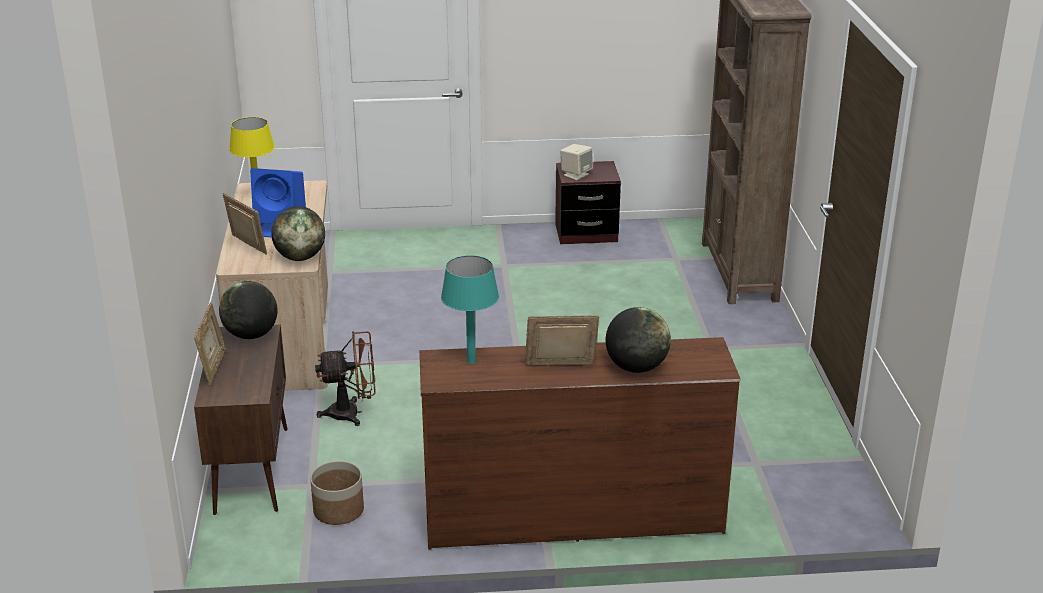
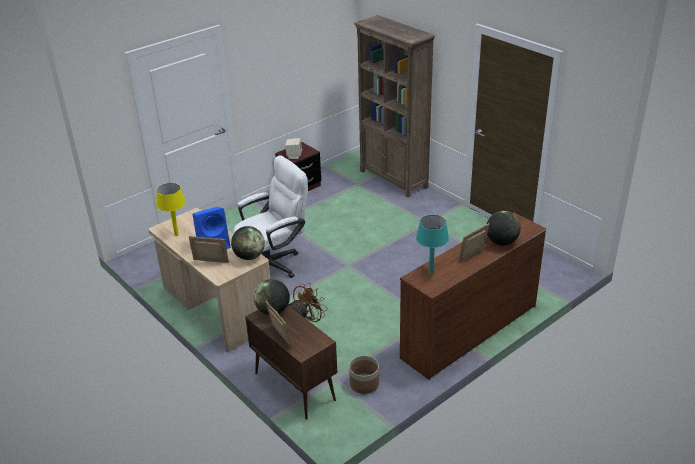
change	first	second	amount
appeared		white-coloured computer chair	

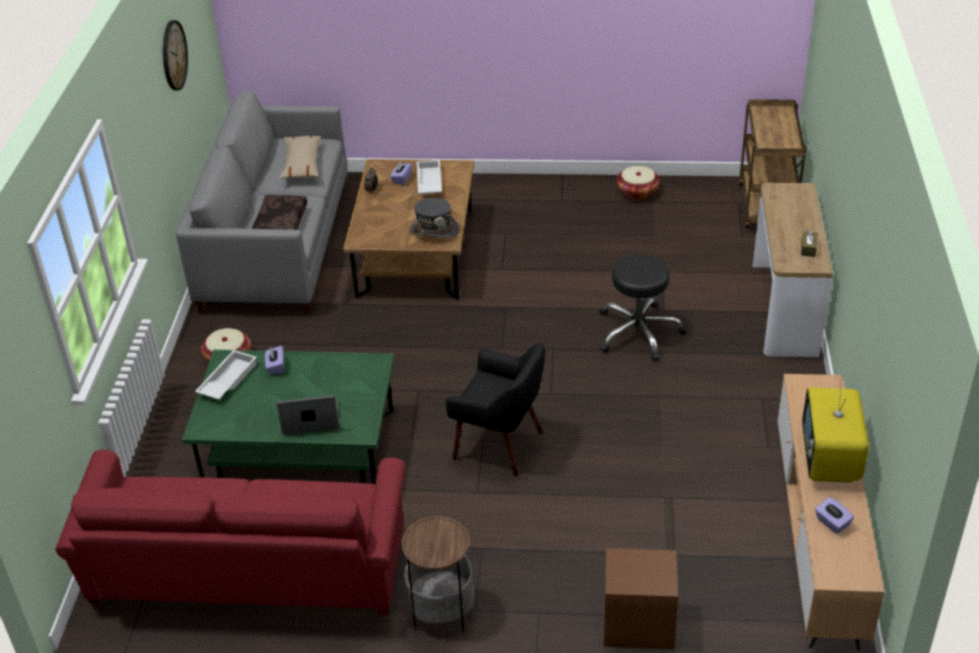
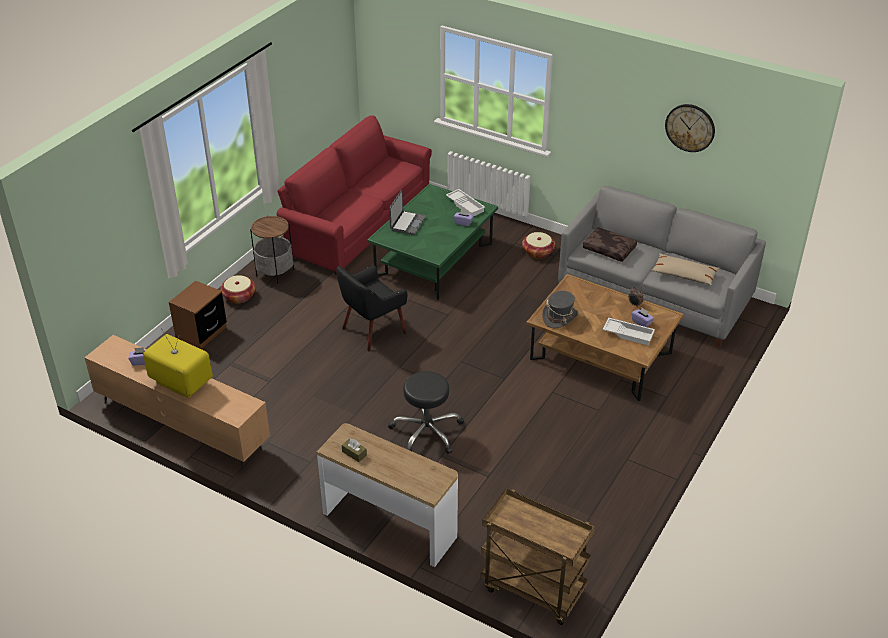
change	first	second	amount
relocated	storage basket (no. 2 from left in the first image)	storage basket (no. 1 from left)	

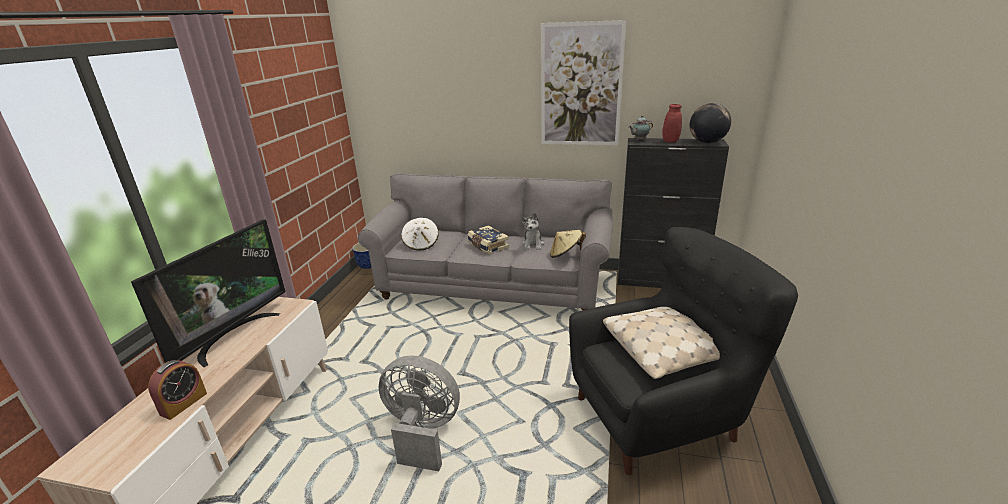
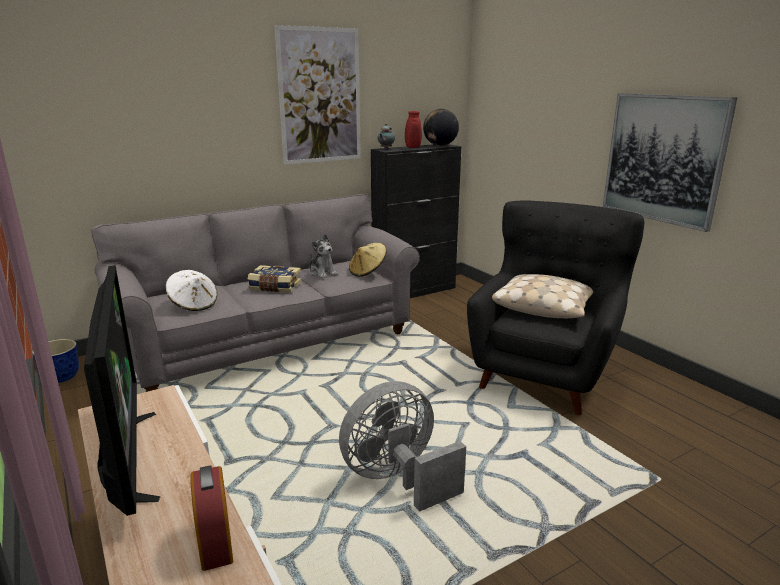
change	first	second	amount
appeared		wall art (no. 2 from left)	

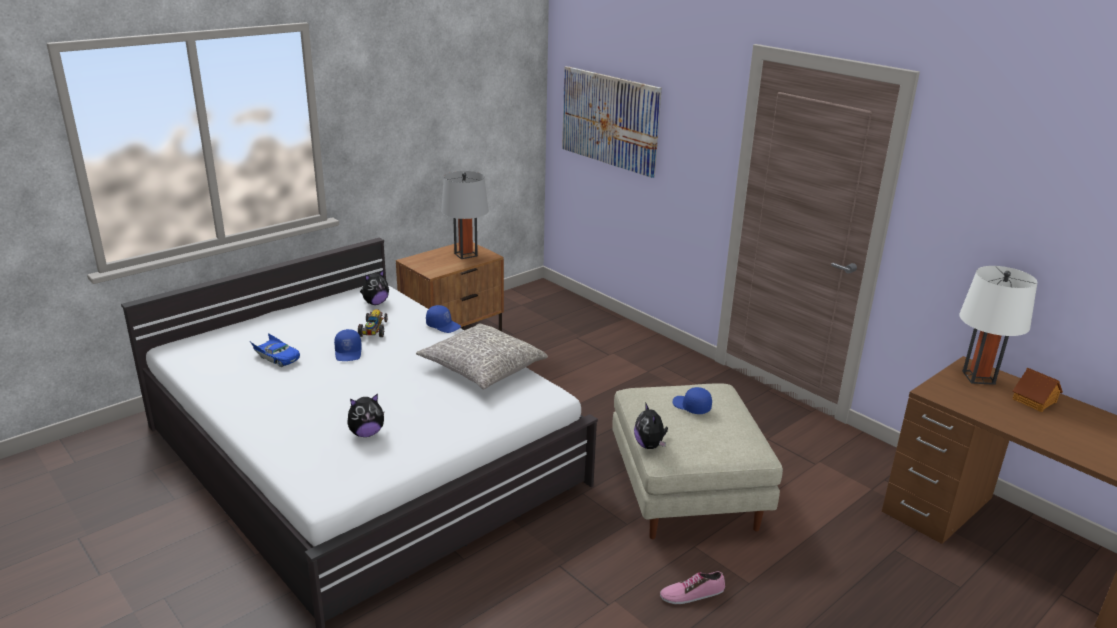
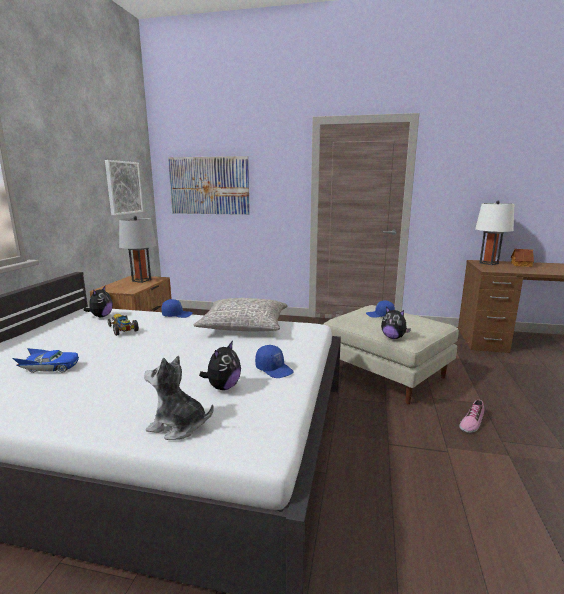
change	first	second	amount
appeared		wall art (no. 1 from left)	
appeared		plush toy (no. 2 from left)	
relocated	blue-coloured cap (no. 1 from left in the first image)	blue-coloured cap (no. 2 from left)	

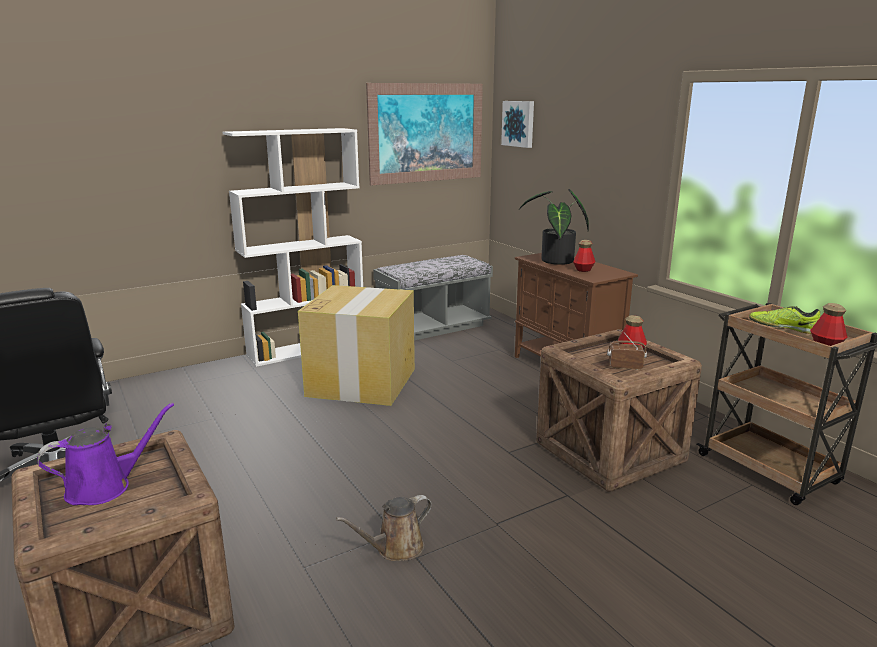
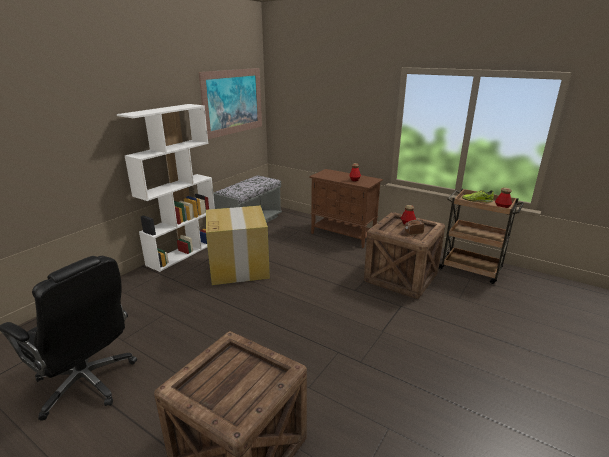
change	first	second	amount
missing	purple sprinkling can		
missing	brown sprinkling can		
missing	wall art (no. 2 from left)		
missing	potted plant		

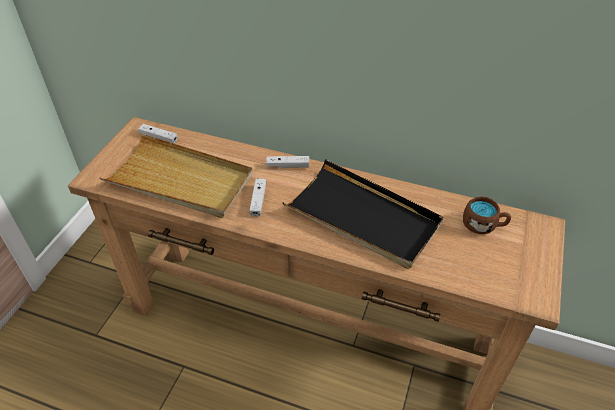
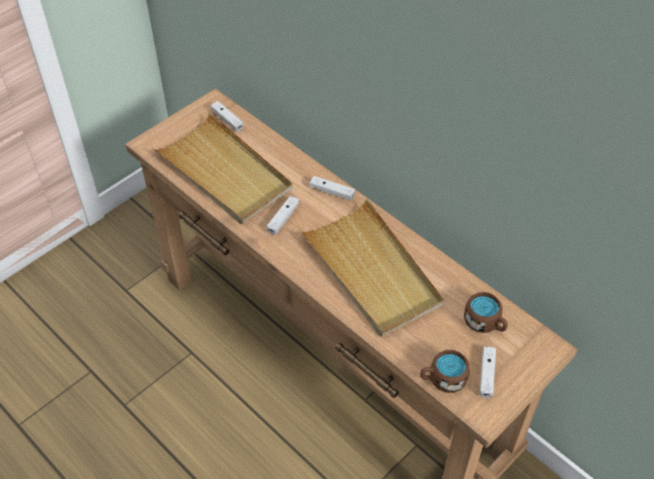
change	first	second	amount
colour	black-coloured tray	beige tray (no. 2 from left)	
appeared		brown mug (no. 1 from left)	
appeared		white-coloured gamepad (no. 4 from left)	

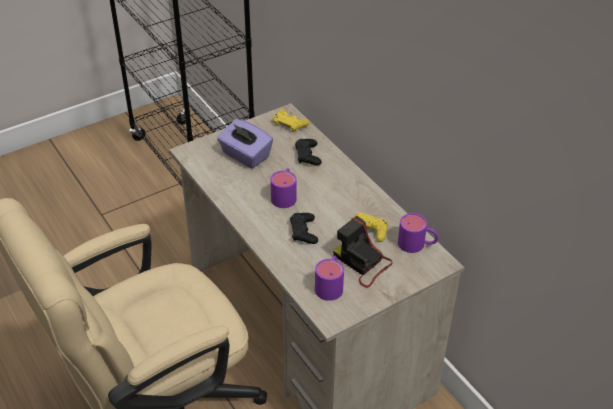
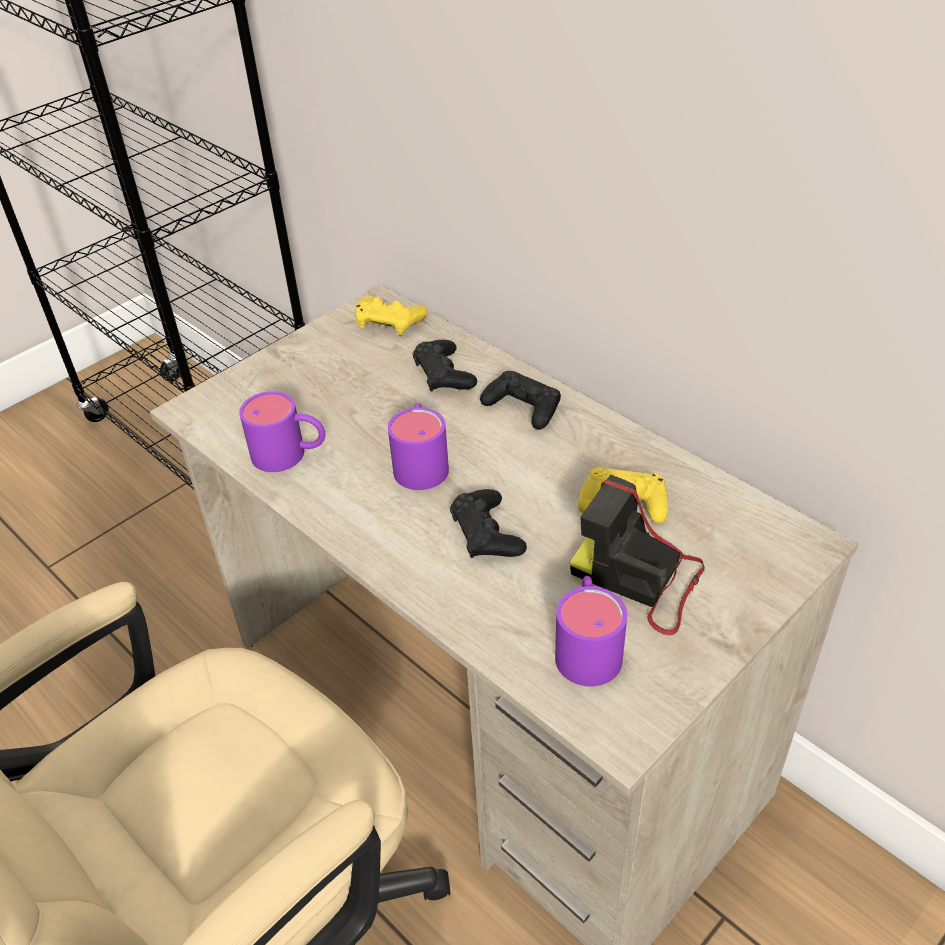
change	first	second	amount
relocated	purple mug (no. 3 from left in the first image)	purple mug (no. 1 from left)	
appeared		black-coloured gamepad (no. 3 from left)	
missing	purple tissue holder		

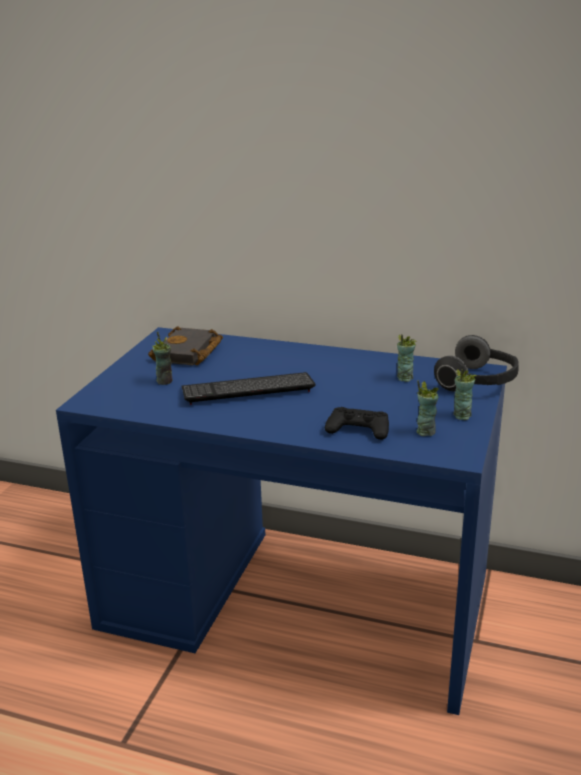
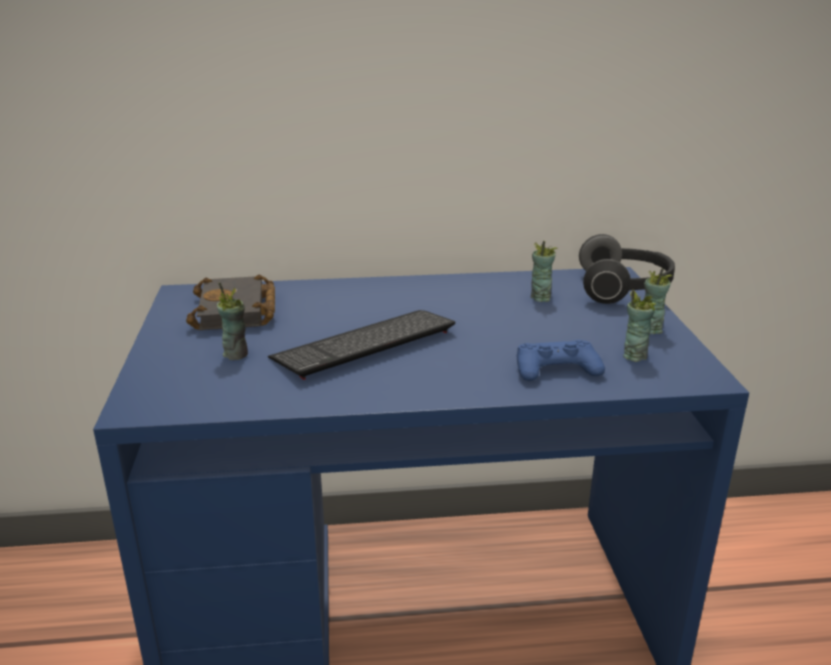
change	first	second	amount
colour	black-coloured gamepad	blue-coloured gamepad	

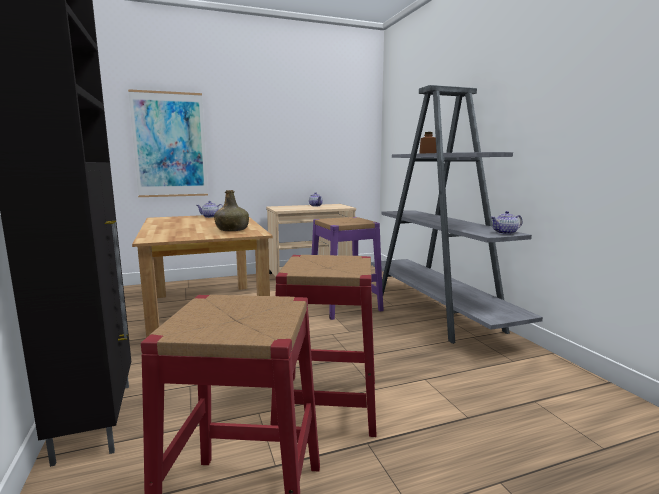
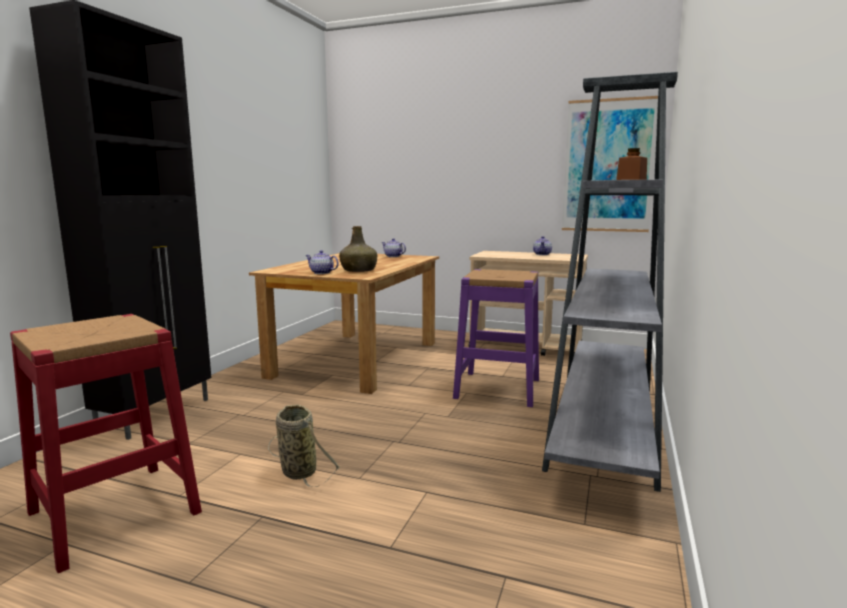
change	first	second	amount
exchanged	reddish stool (no. 2 from left)	storage basket	
relocated	tea pot (no. 3 from left in the first image)	tea pot (no. 1 from left)	
relocated	wall art		

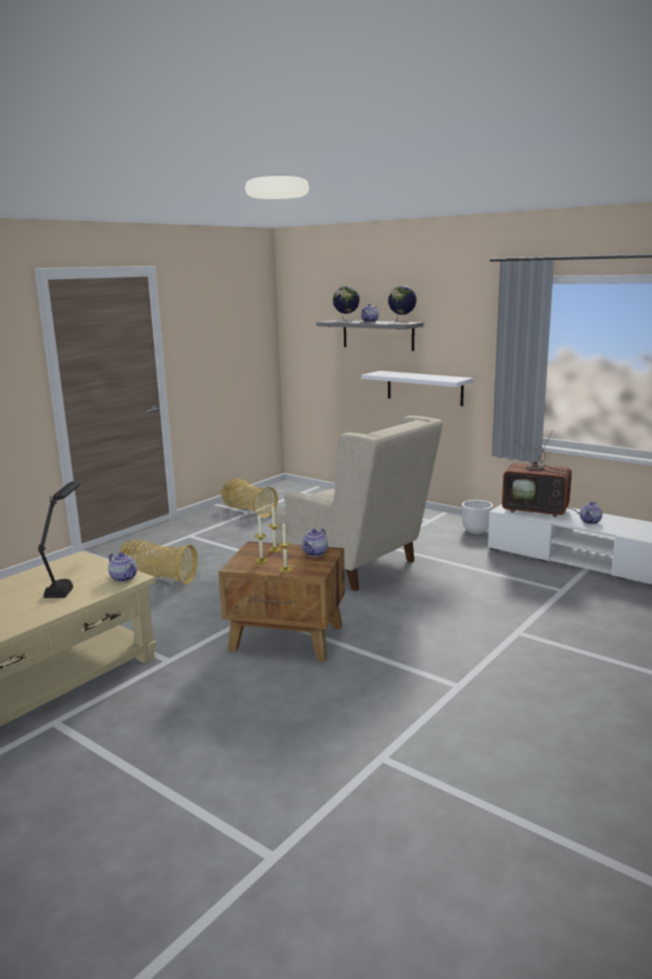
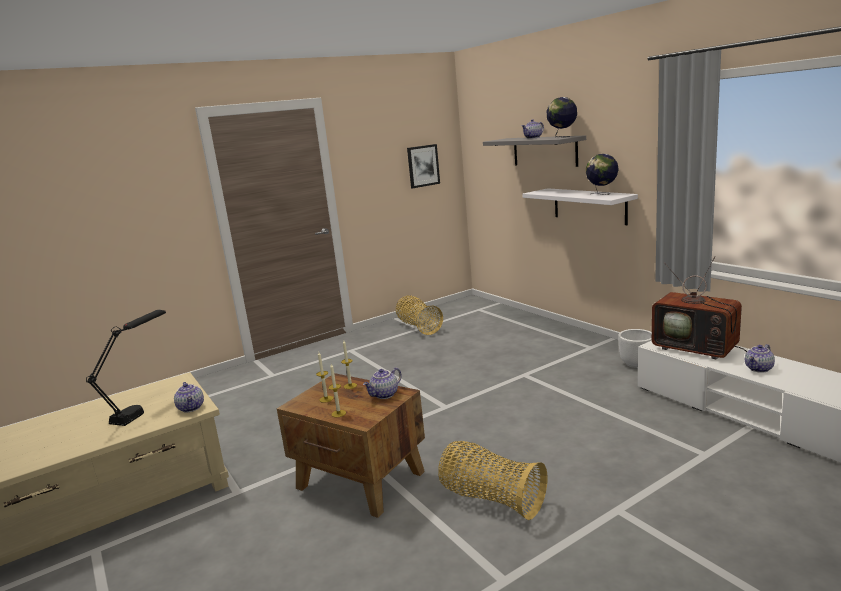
change	first	second	amount
appeared		wall art	
relocated	storage basket (no. 1 from left in the first image)	storage basket (no. 2 from left)	
relocated	world globe (no. 1 from left in the first image)	world globe (no. 2 from left)	
missing	beige easy chair		

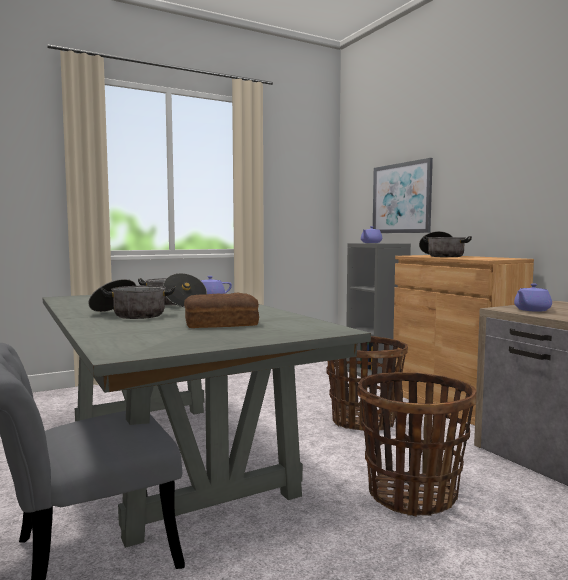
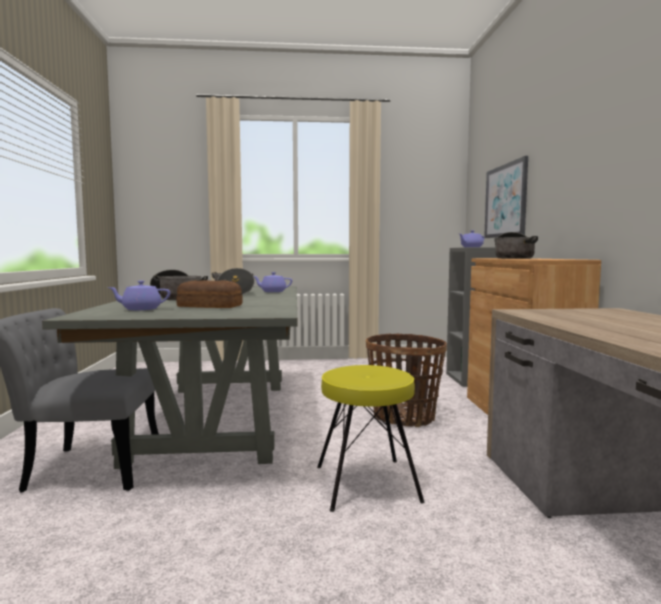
change	first	second	amount
relocated	purple tea pot (no. 3 from left in the first image)	purple tea pot (no. 1 from left)	
exchanged	storage basket (no. 2 from left)	yellow-coloured stool	

